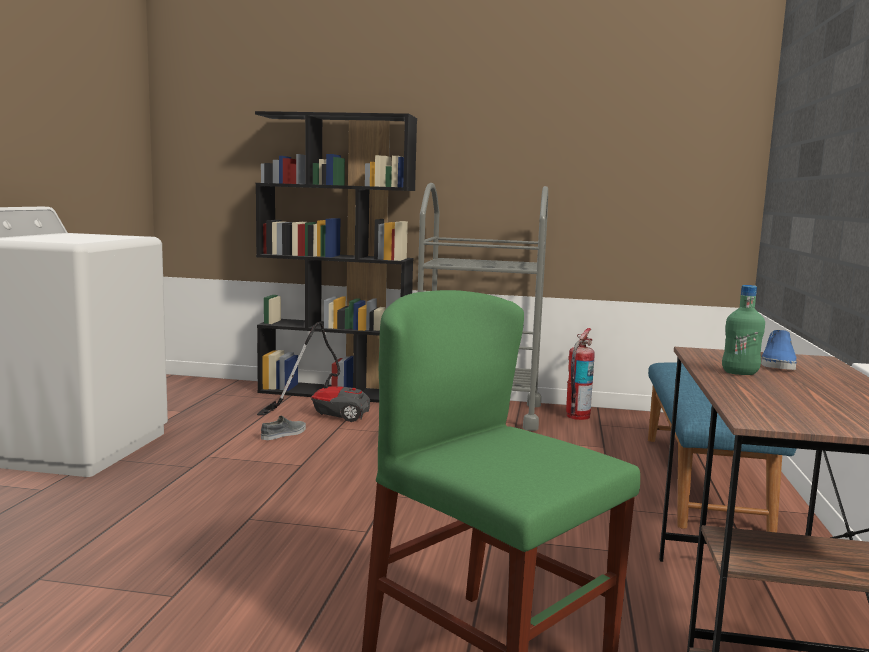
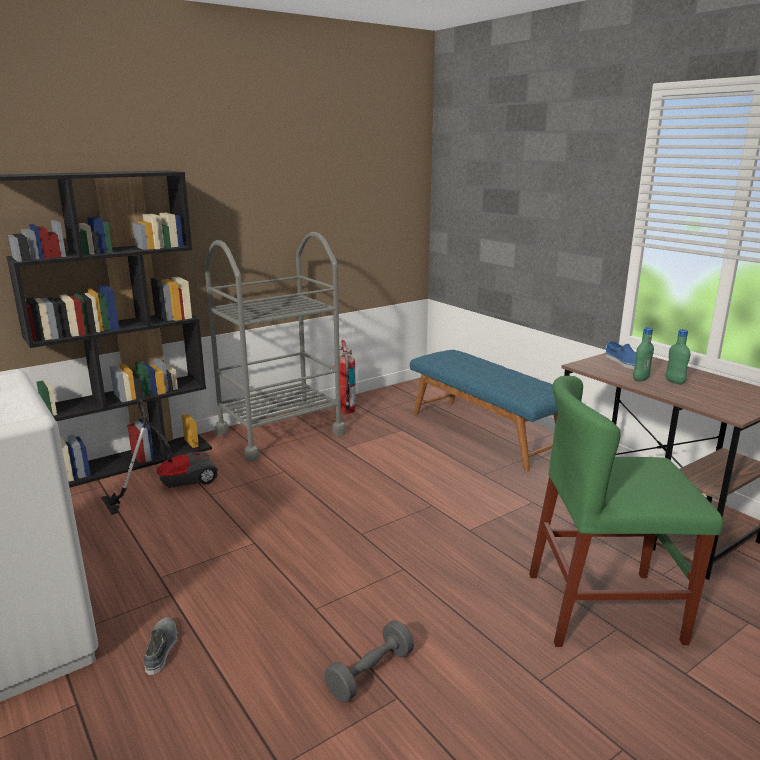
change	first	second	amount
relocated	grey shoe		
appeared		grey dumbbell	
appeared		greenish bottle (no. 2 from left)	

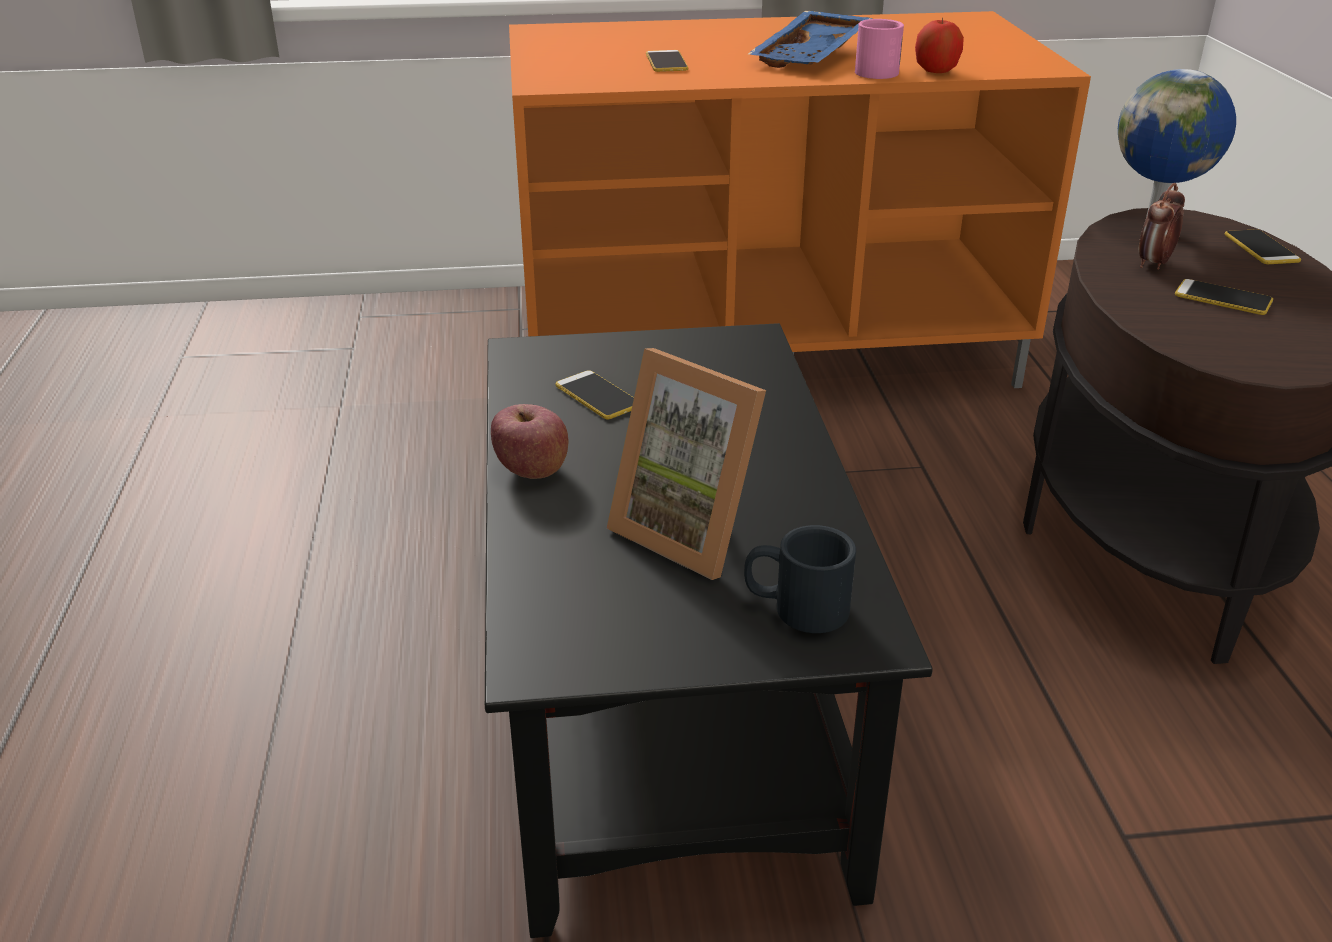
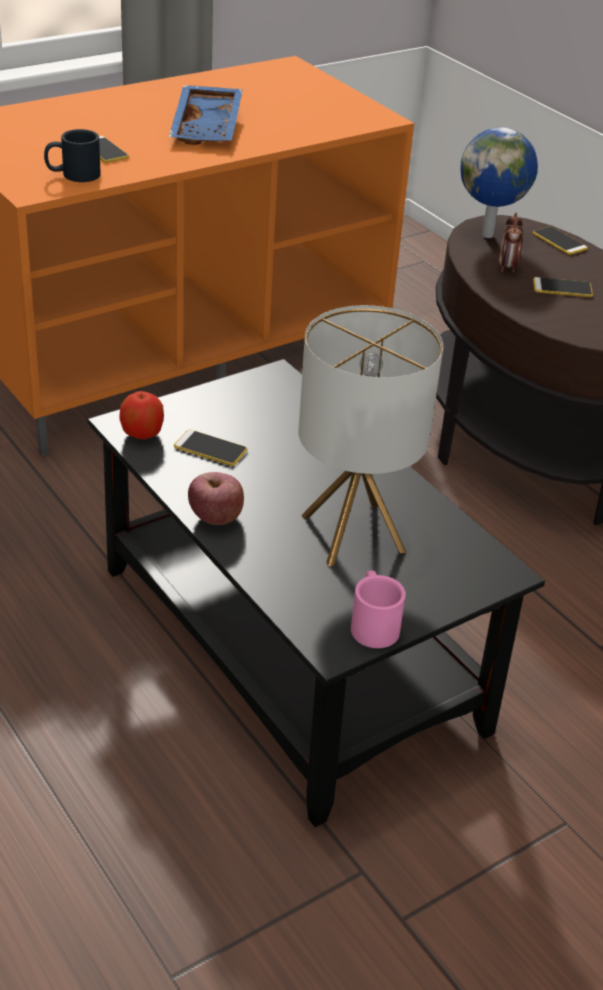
change	first	second	amount
relocated	black-coloured mug		
relocated	whole apple (no. 2 from left in the first image)	whole apple (no. 1 from left)	
exchanged	picture frame	lamp for a table	
relocated	pink-coloured mug		

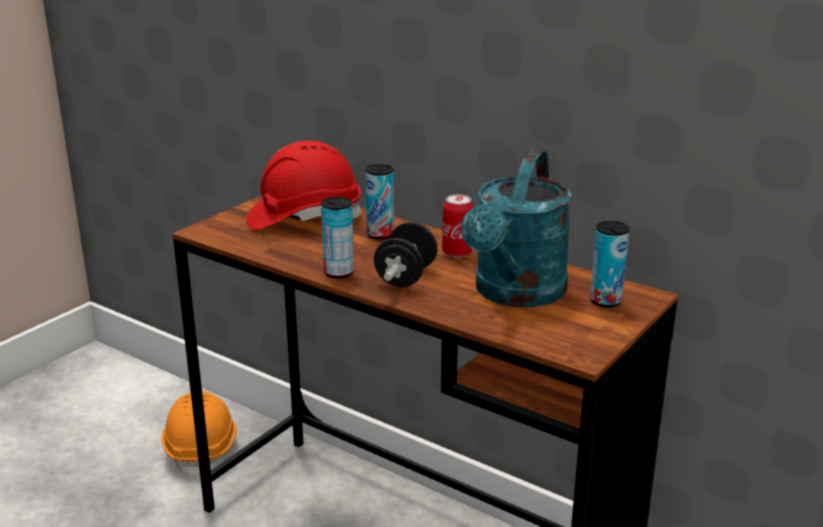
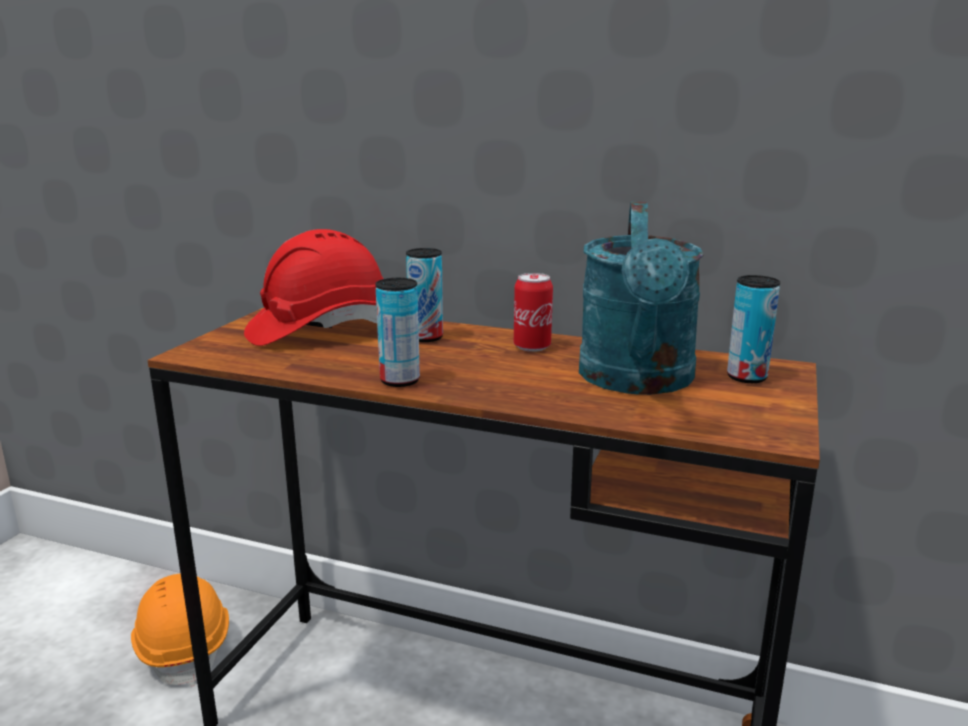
change	first	second	amount
missing	black-coloured dumbbell		

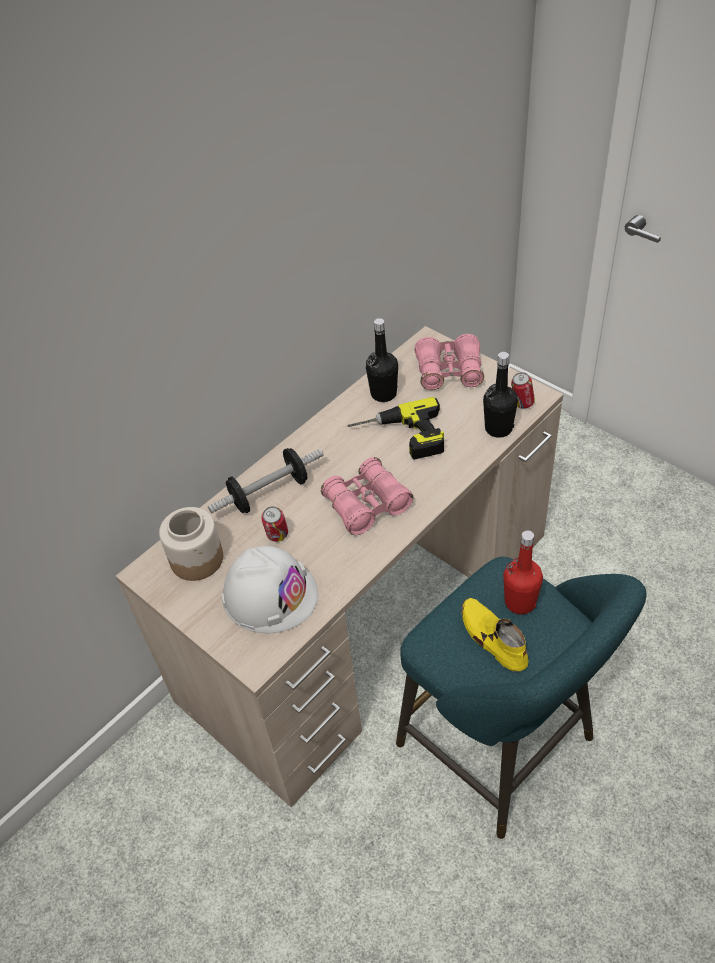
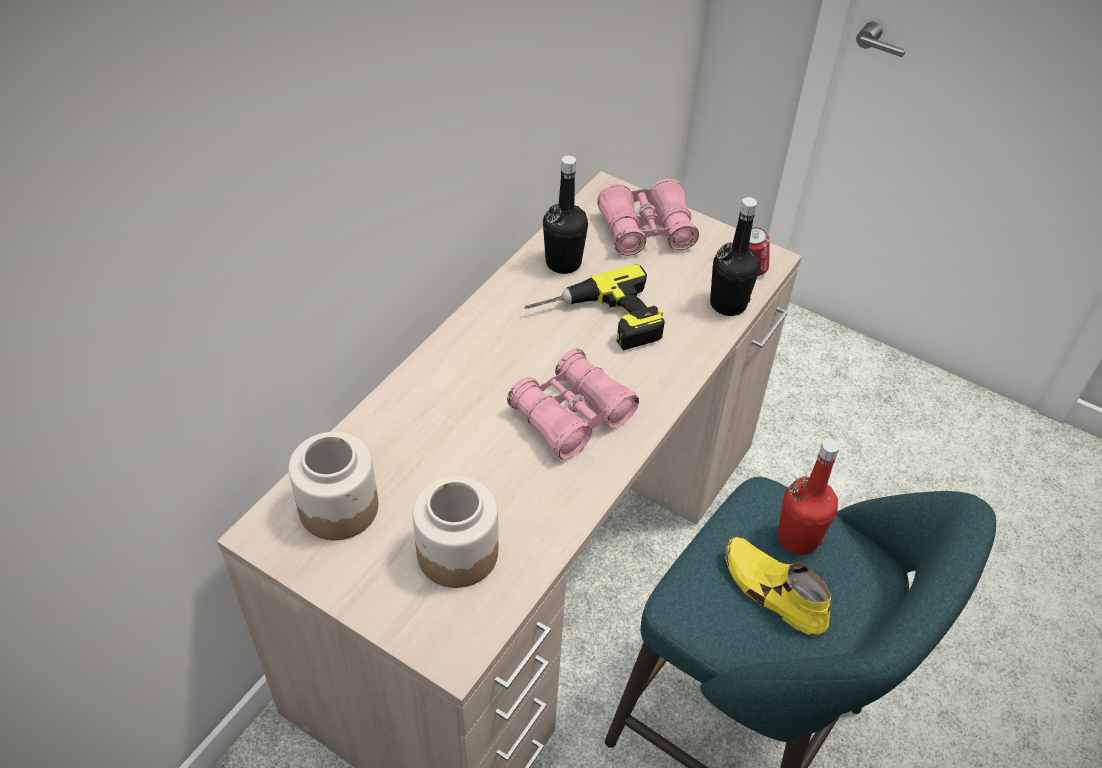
change	first	second	amount
exchanged	white-coloured safety helmet	jar (no. 2 from left)	
missing	dumbbell		
missing	sealed can (no. 1 from left)		

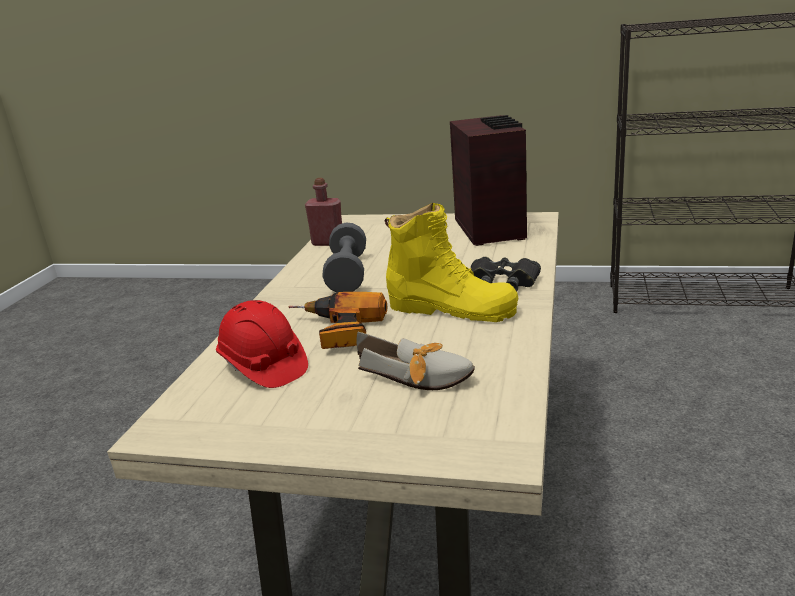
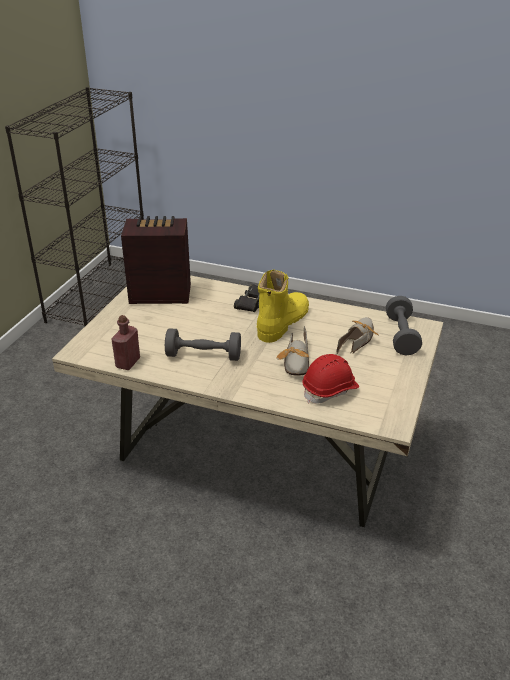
change	first	second	amount
exchanged	power drill	shoe (no. 1 from left)	
appeared		grey dumbbell (no. 2 from left)	

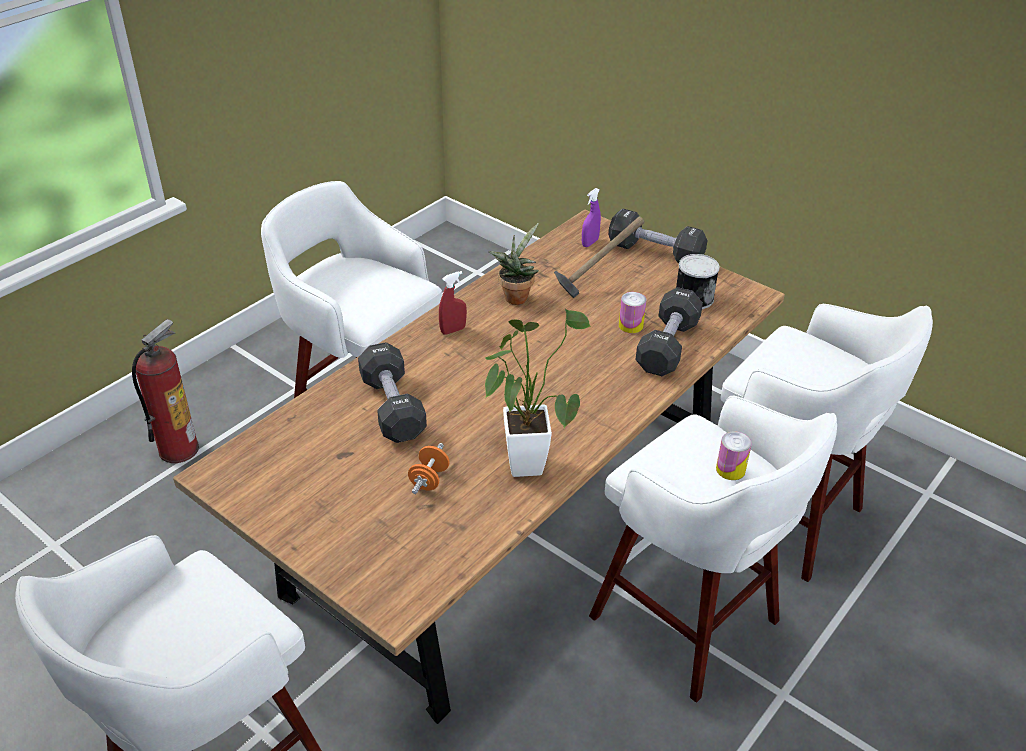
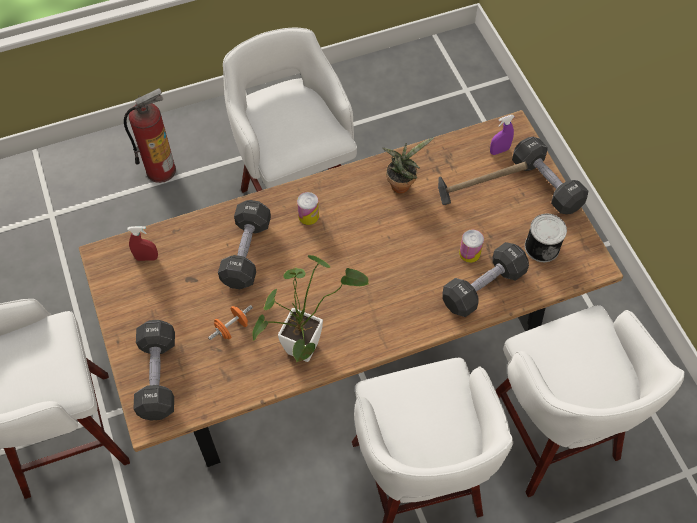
change	first	second	amount
relocated	reddish hand sprayer		
appeared		black-coloured dumbbell (no. 1 from left)	
relocated	sealed can (no. 3 from left in the first image)	sealed can (no. 1 from left)	

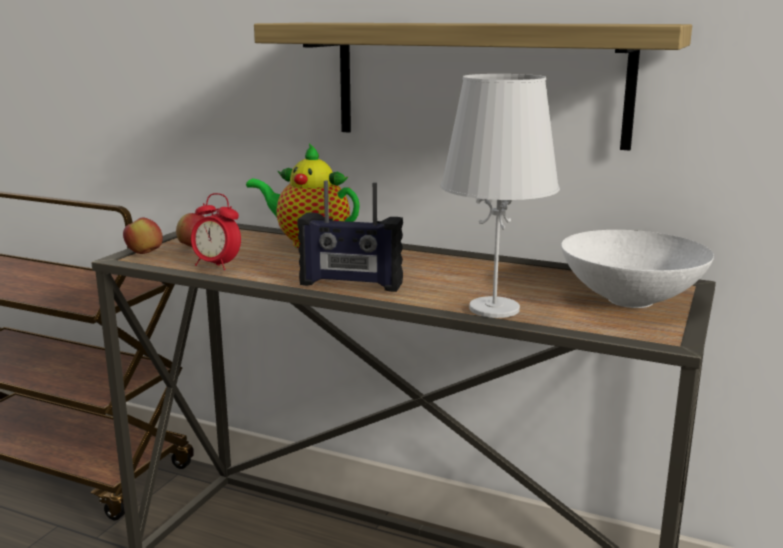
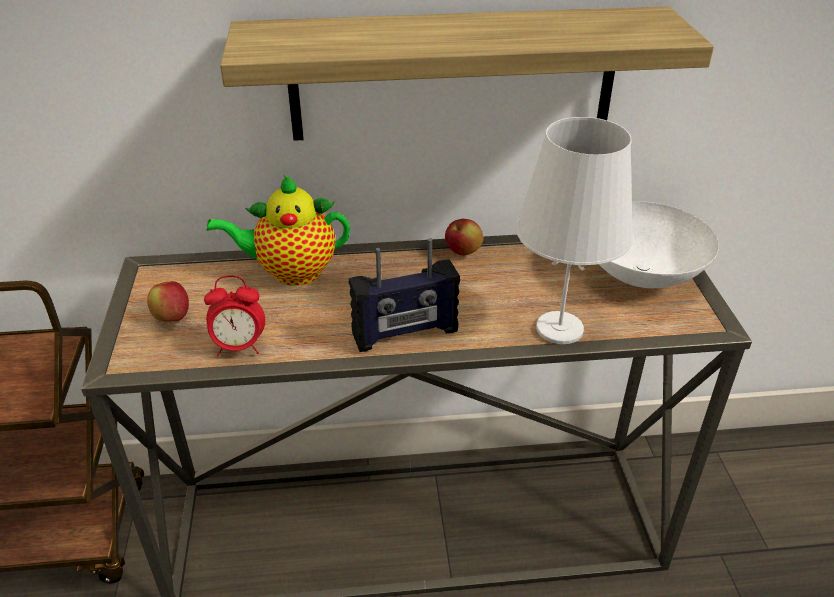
change	first	second	amount
relocated	whole apple (no. 1 from left in the first image)	whole apple (no. 2 from left)	

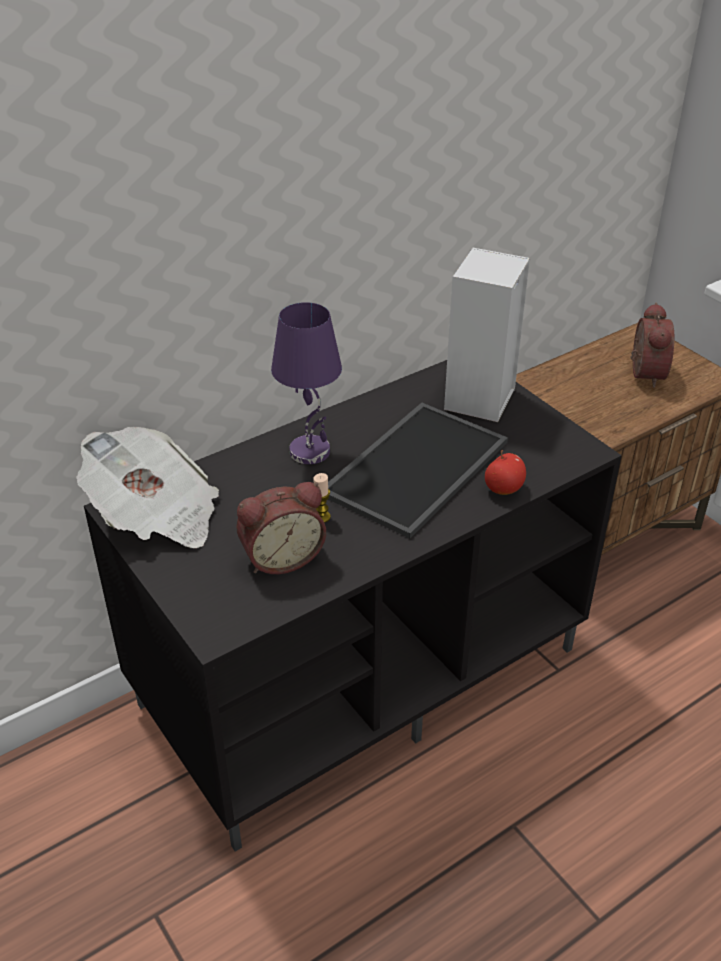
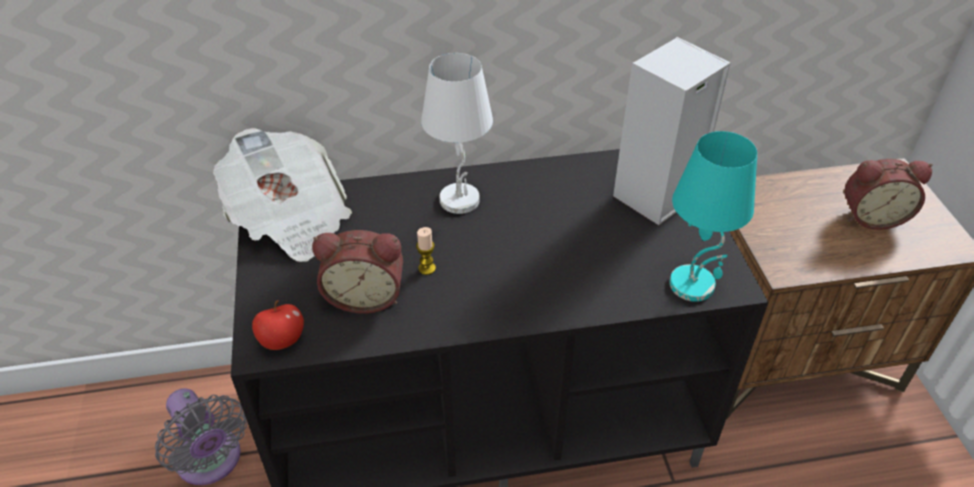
change	first	second	amount
appeared		grey cooling fan	
relocated	whole apple		
colour	purple lamp for a table	white-coloured lamp for a table	
appeared		turquoise lamp for a table	
spun	table clock (no. 2 from left)		60 degrees clockwise
missing	tray		

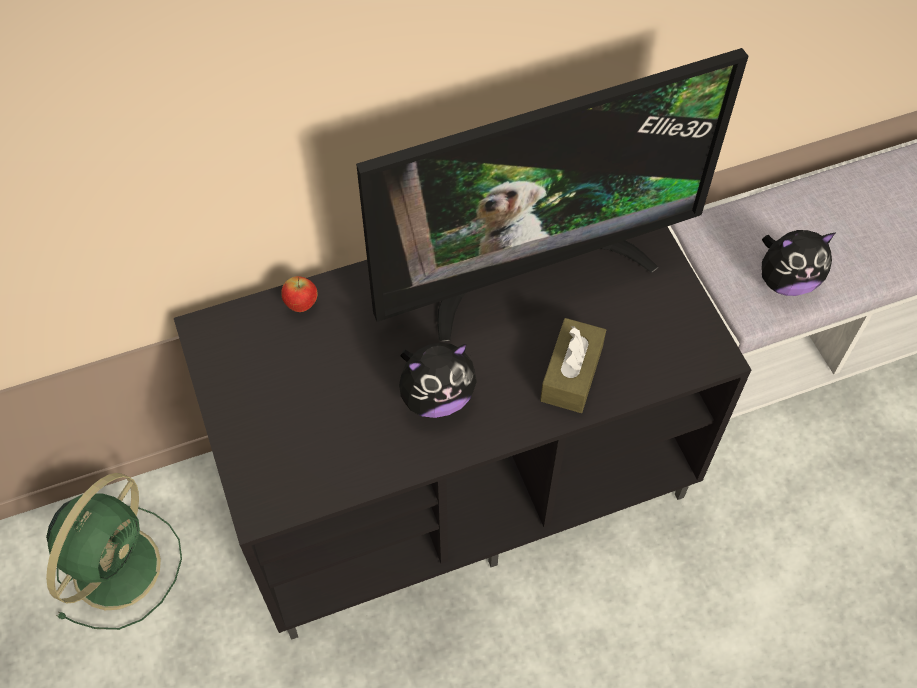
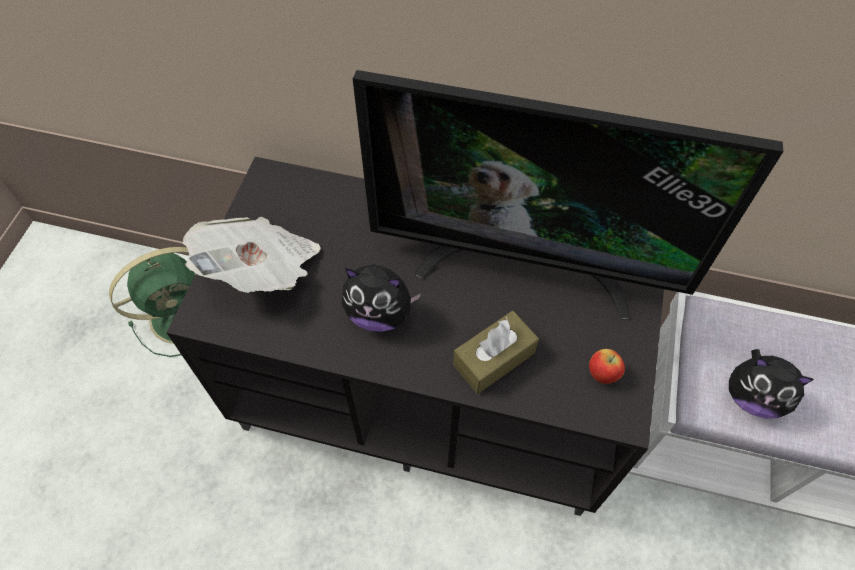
change	first	second	amount
appeared		printed paper	
relocated	whole apple		

